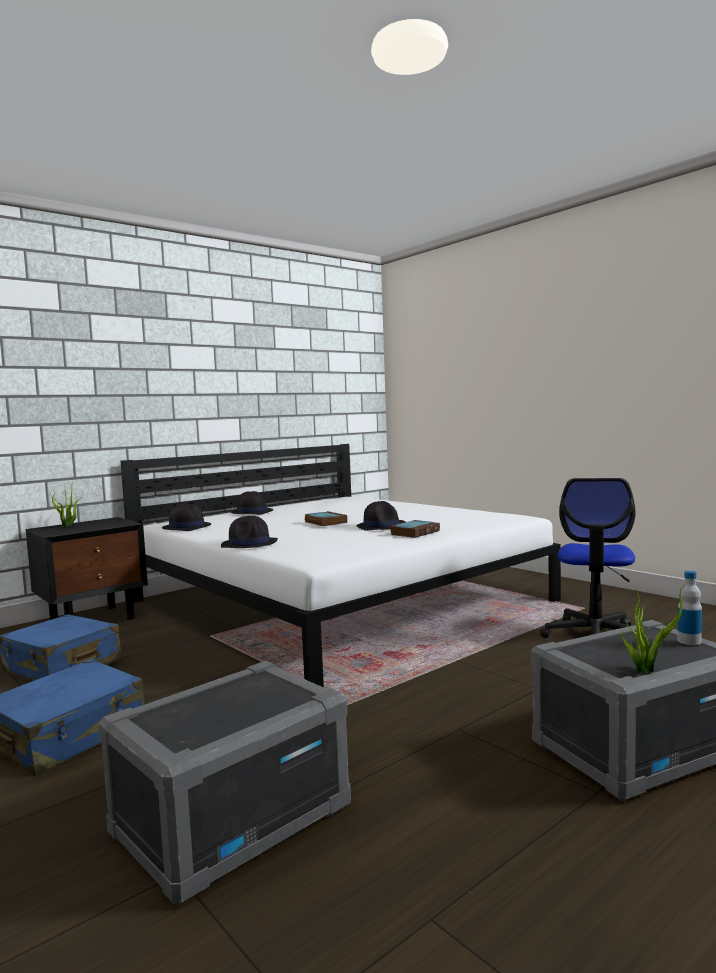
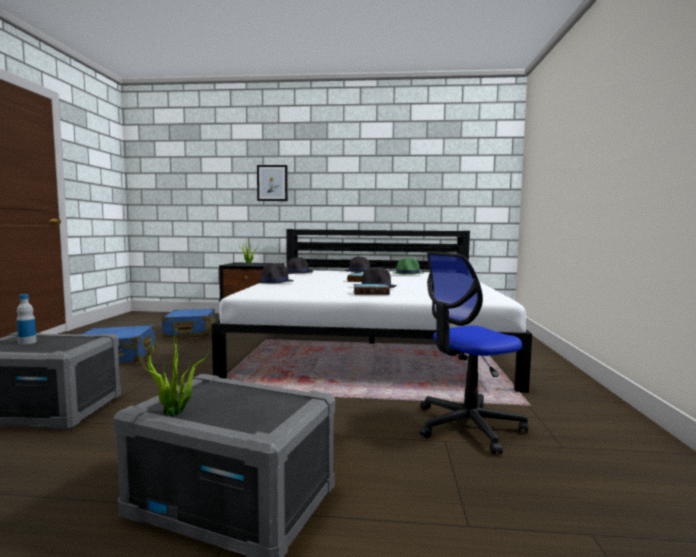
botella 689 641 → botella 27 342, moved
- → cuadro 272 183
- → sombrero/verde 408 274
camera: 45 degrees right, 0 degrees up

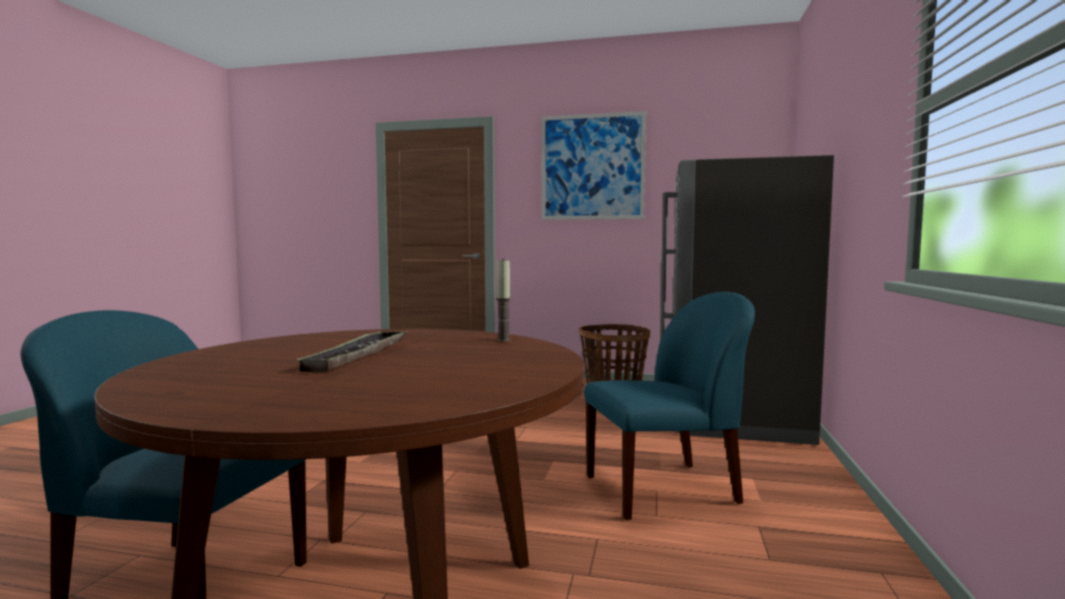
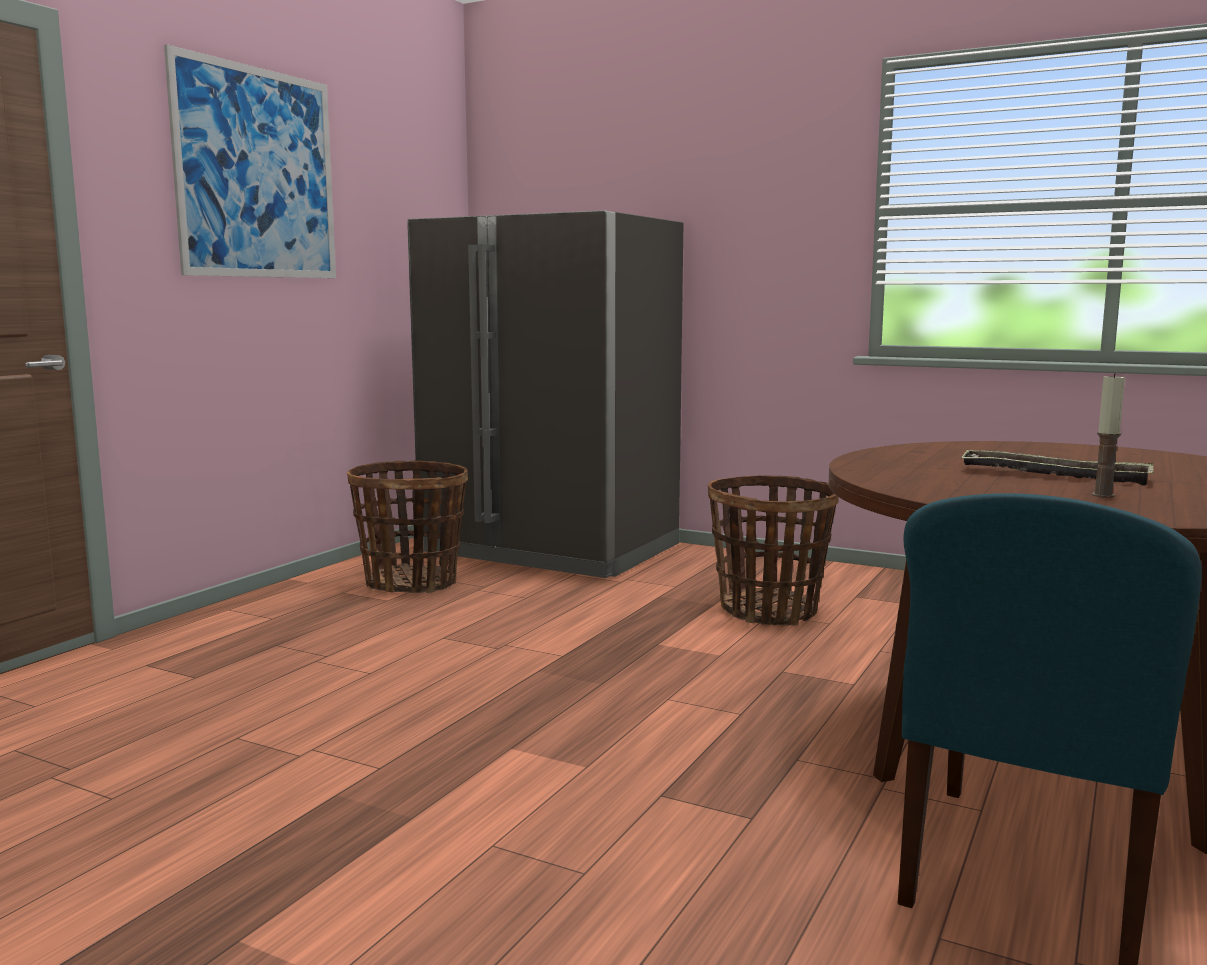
vela 503 340 → vela 1103 495, moved
silla/azul 664 489 → cesta 769 611
camera: 75 degrees left, 5 degrees up

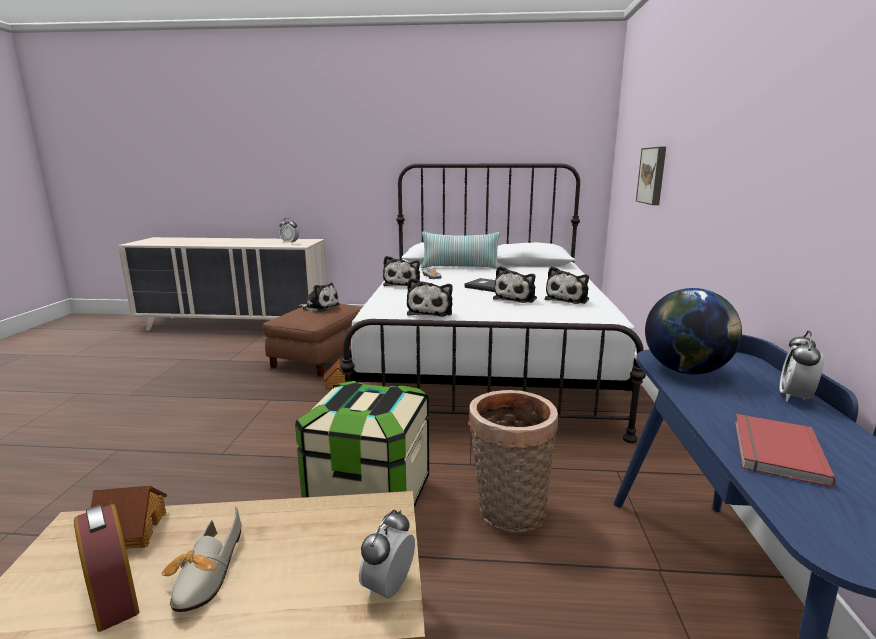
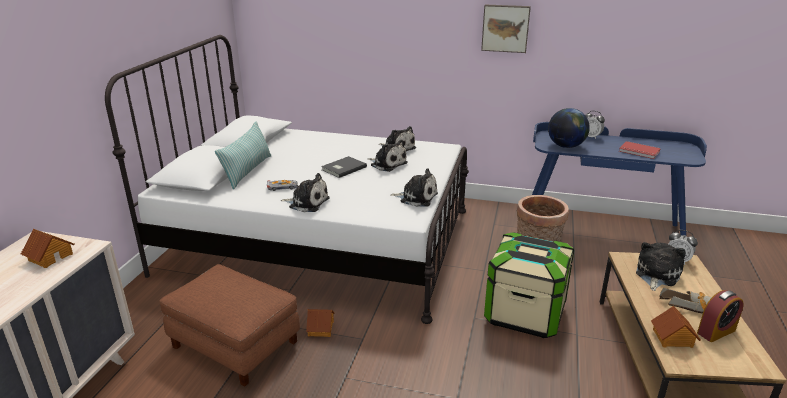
cuadro 653 175 → cuadro 505 28, moved
despertador 290 243 → casita 50 257
peluche 319 307 → peluche 656 275, moved
camera: 80 degrees left, 10 degrees up

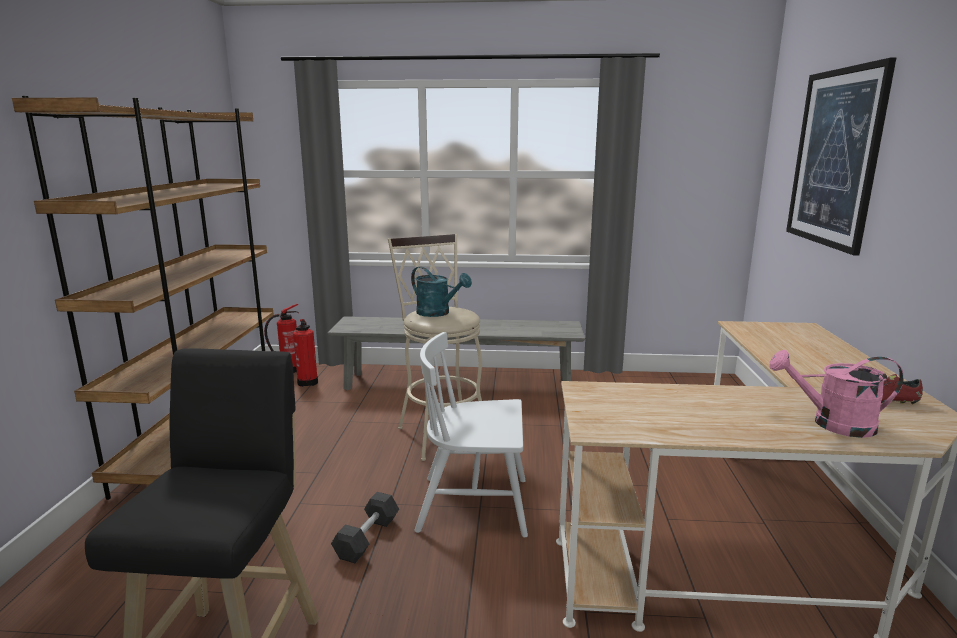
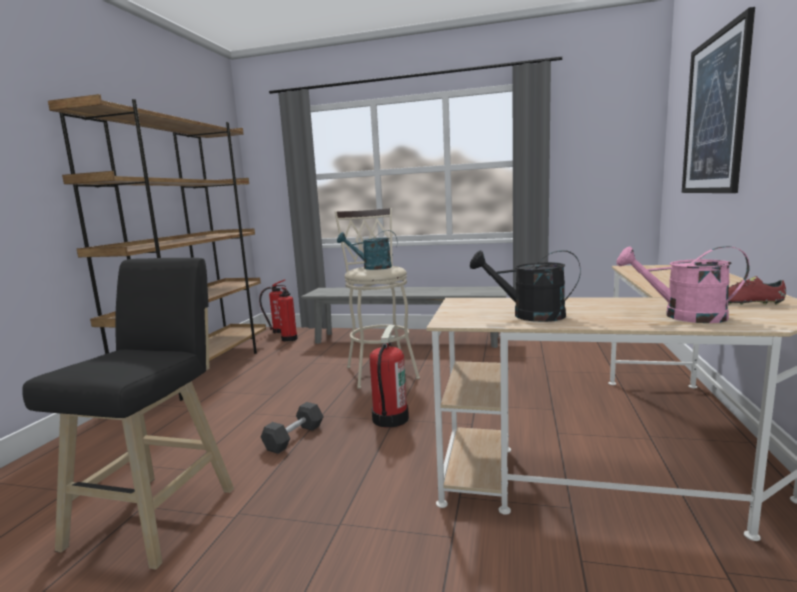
regadera/turquesa 438 313 → regadera/turquesa 372 268, 135 degrees clockwise
silla/blanco 474 505 → extintor 389 418
- → regadera/negro 528 315
camera: 10 degrees right, 5 degrees down

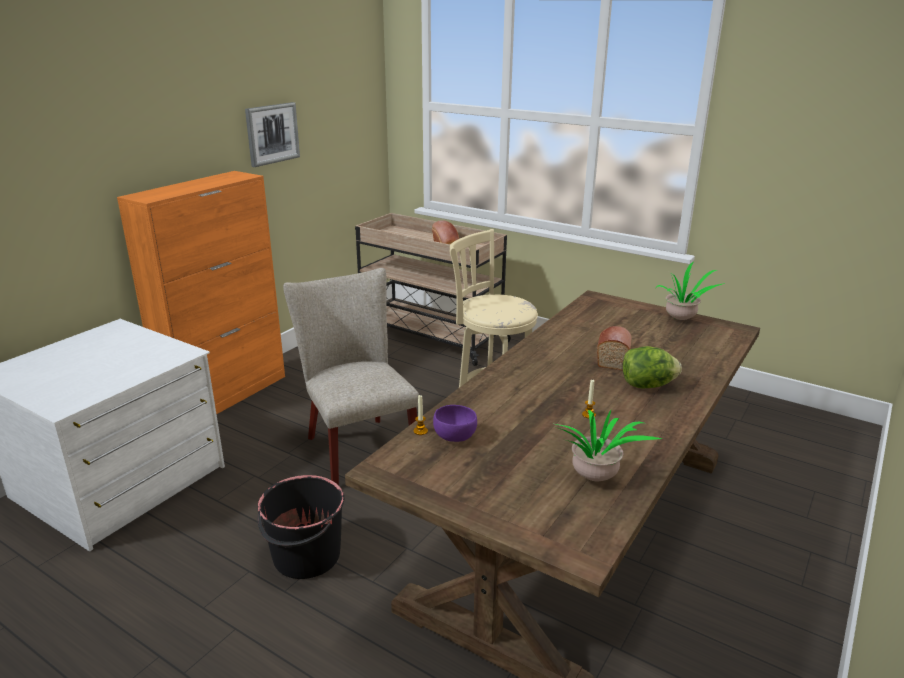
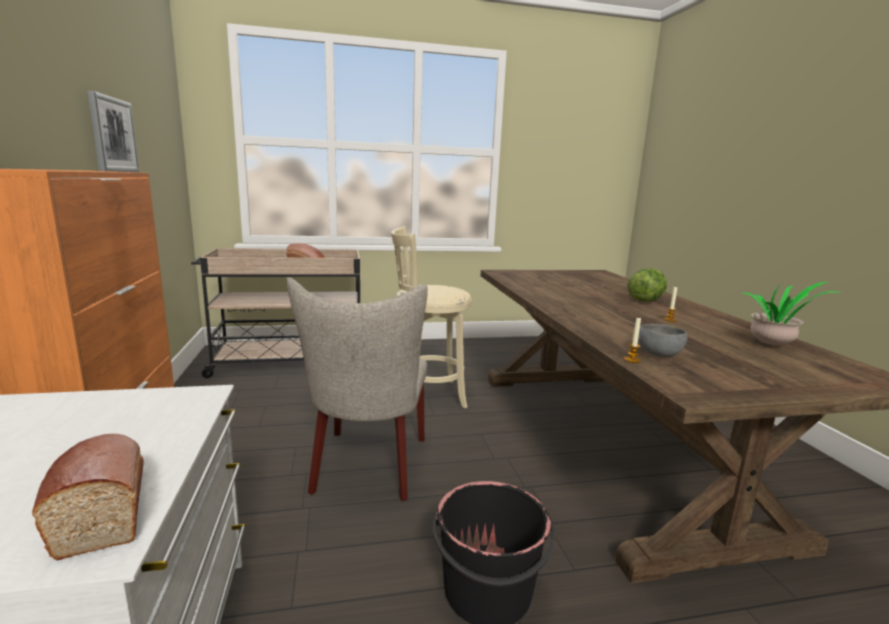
planta en maceta 681 319 → -
silla/beis 357 447 → silla/beis 368 468, 105 degrees counterclockwise
pan 613 356 → pan 103 508, moved
cuenco/morado 455 437 → cuenco/gris 658 355
camera: 45 degrees left, 10 degrees down

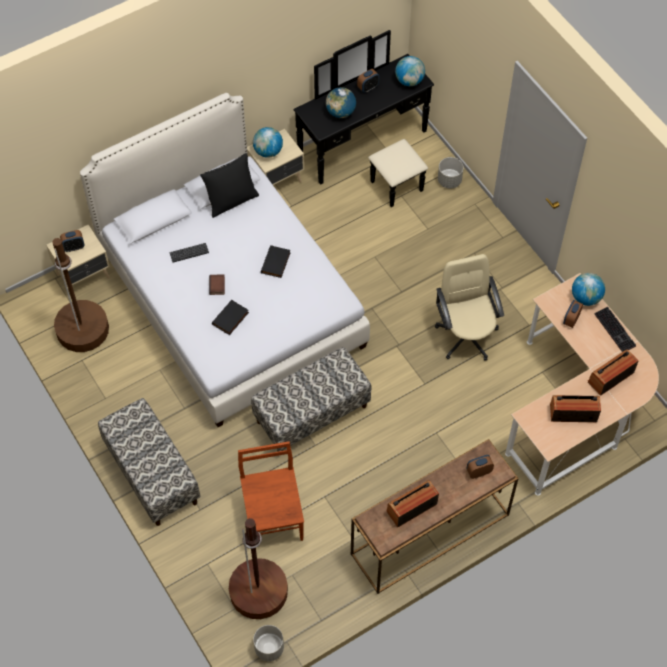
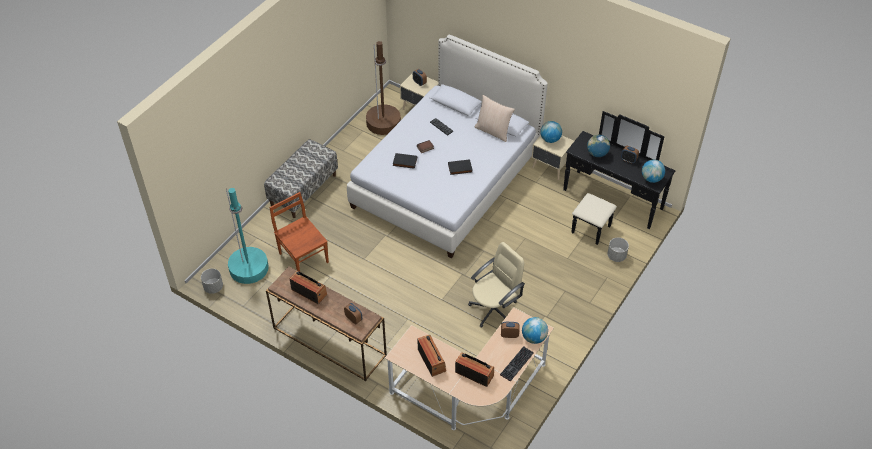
cojín/negro 231 200 → cojín/beis 493 131
banco 311 413 → -
silla/marrón 273 516 → silla/marrón 303 256, 90 degrees counterclockwise
lámpara de pie/marrón 258 591 → lámpara de pie/turquesa 249 268
camera: 65 degrees right, 10 degrees down

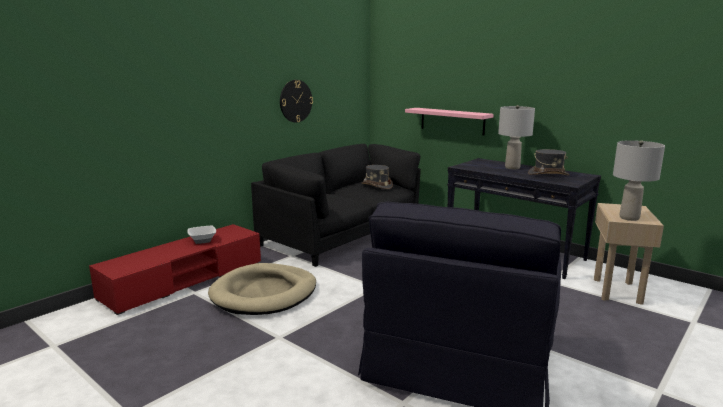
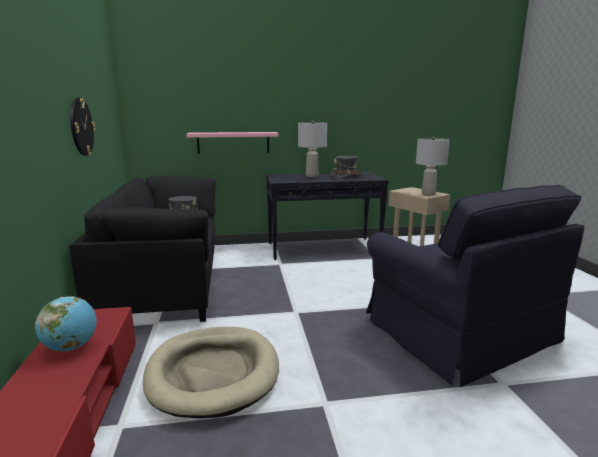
cuenco 202 241 → globo terráqueo 71 347
camera: 50 degrees left, 0 degrees up

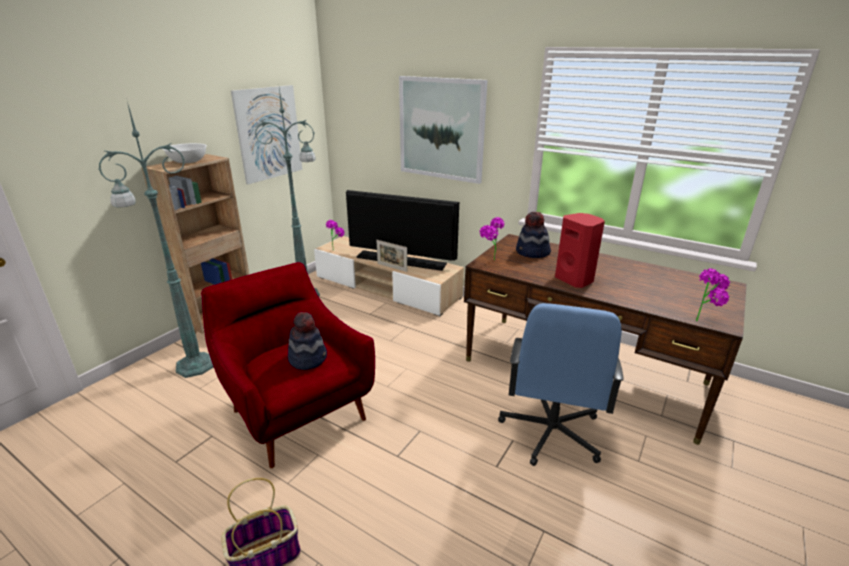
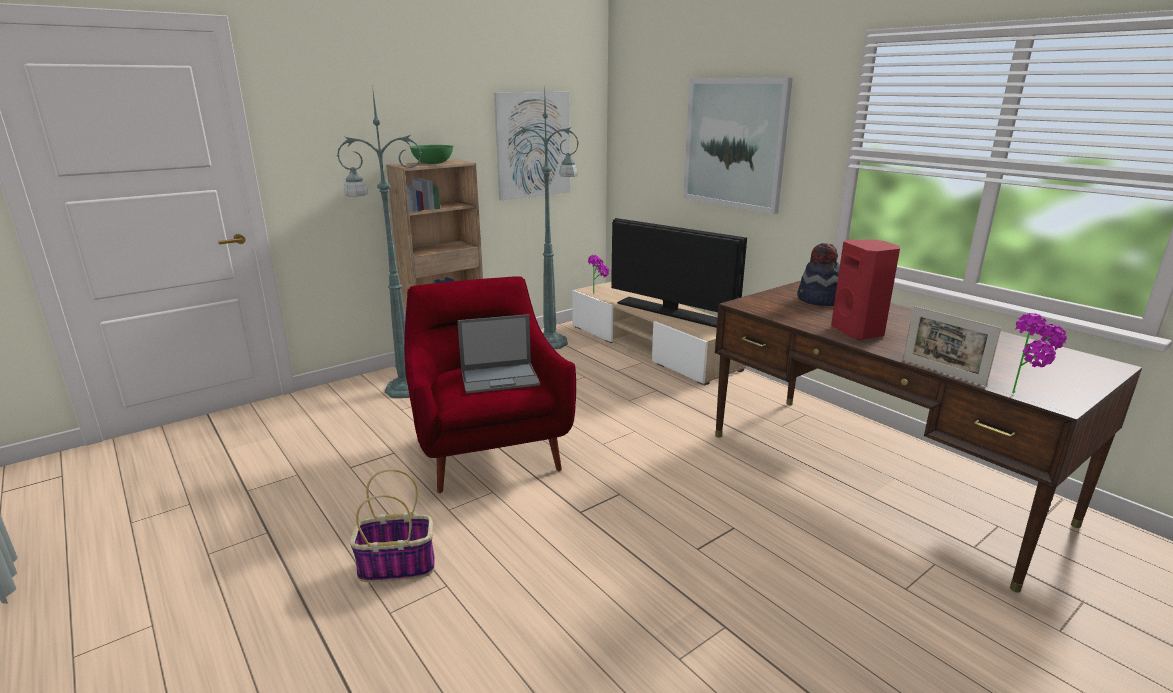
cuenco/blanco 188 162 → cuenco/verde 432 163
planta en maceta 489 260 → -
portarretratos 392 267 → portarretratos 942 372, moved
silla de oficina/azul 550 432 → -
sombrero 308 358 → portátil 500 378
camera: 20 degrees right, 5 degrees down

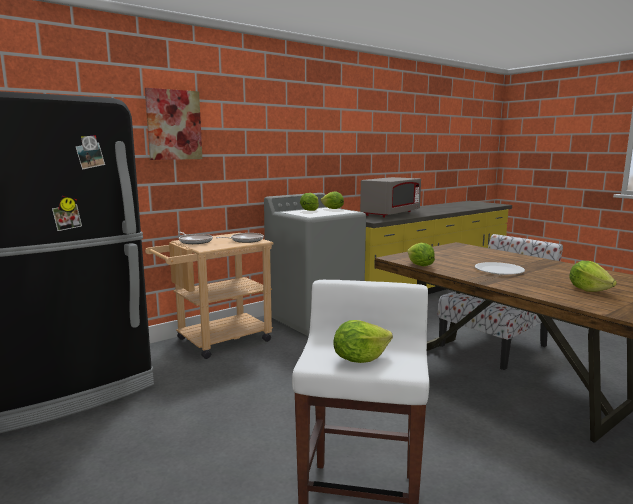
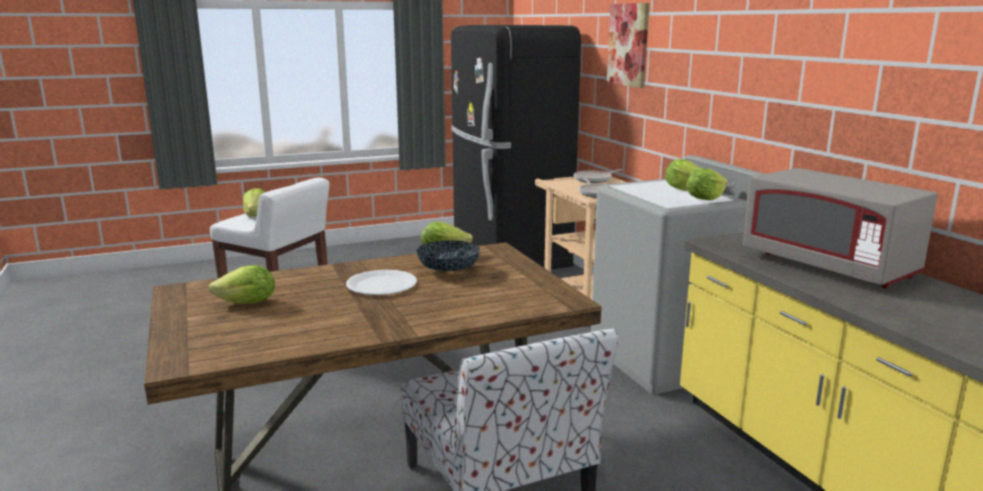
- → cuenco 448 270
camera: 105 degrees right, 5 degrees up

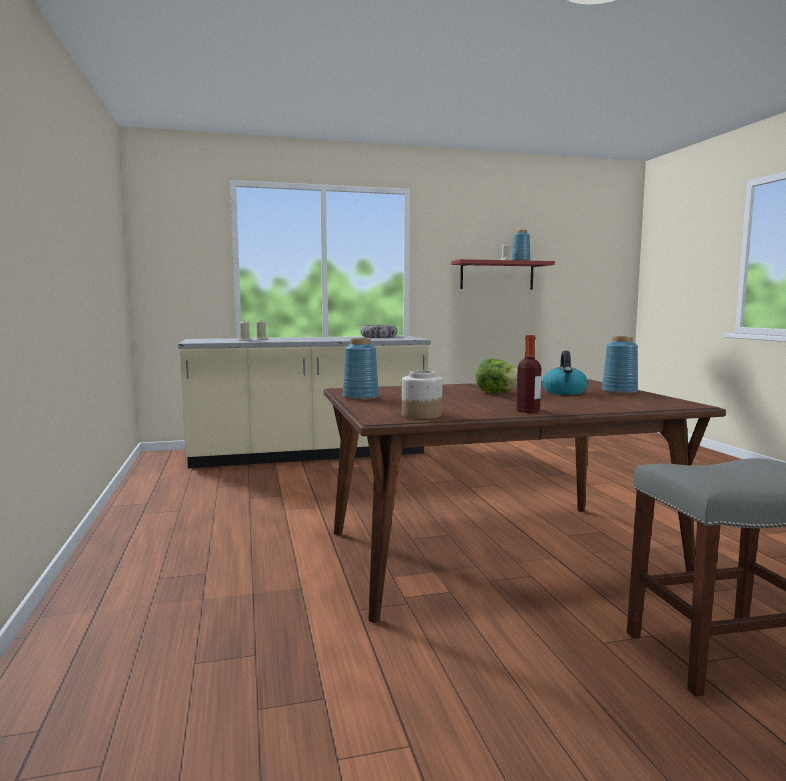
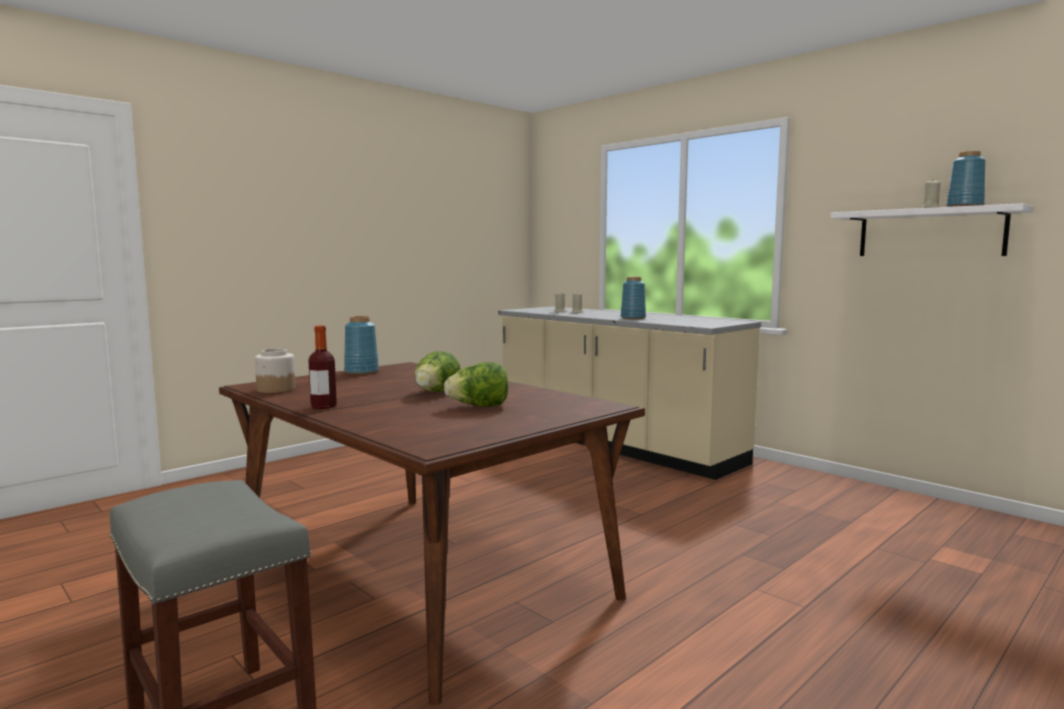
estante/rojo 497 275 → estante/blanco 930 233
cuenco 379 337 → -
florero/azul 620 392 → florero/azul 633 318, moved
hervidor 564 392 → lechuga 479 406
camera: 60 degrees right, 0 degrees up

